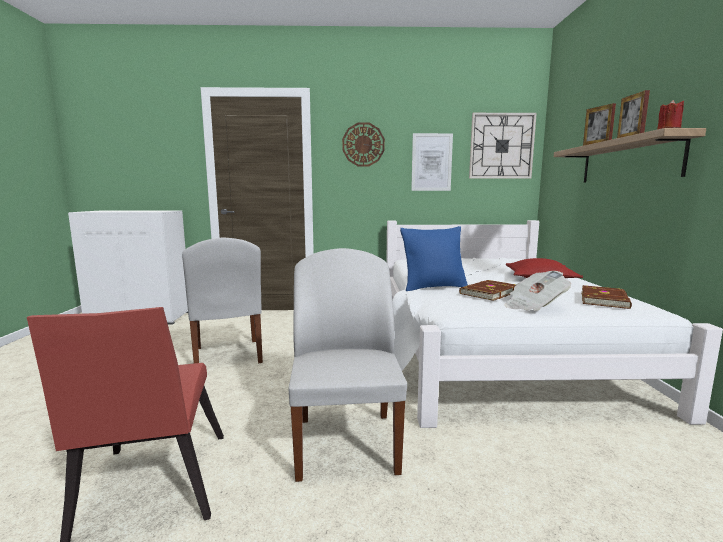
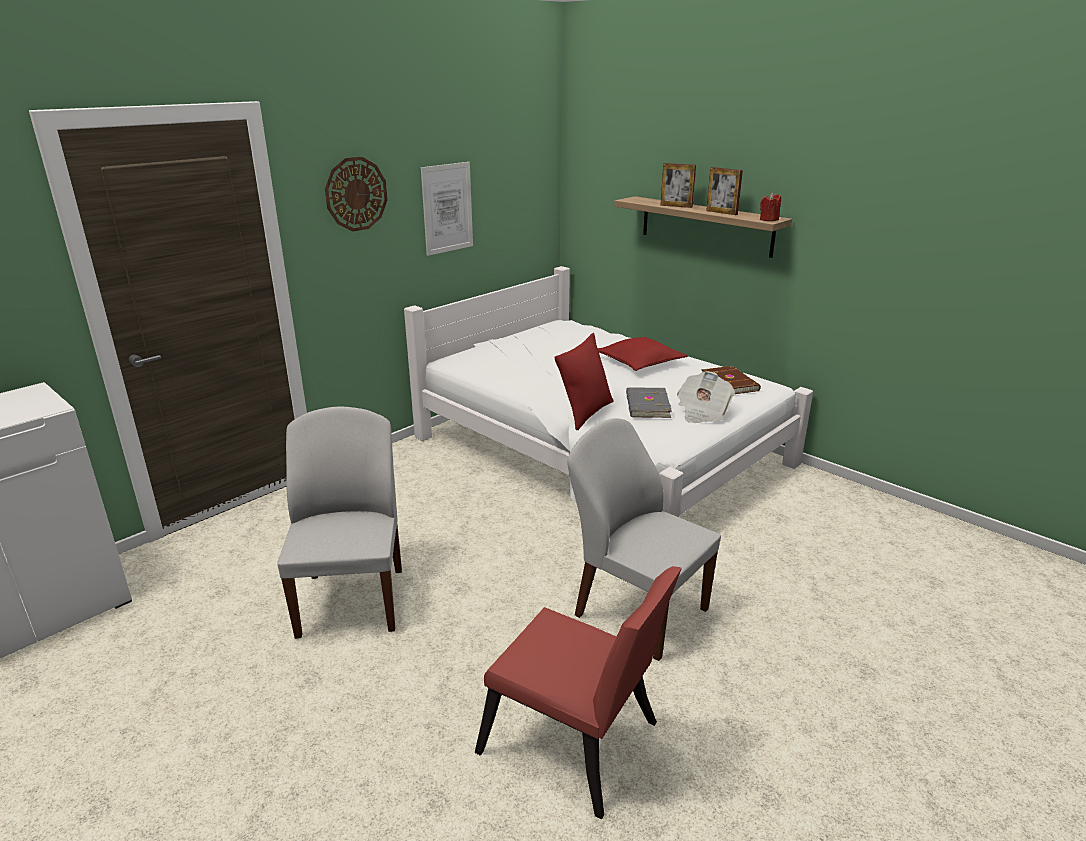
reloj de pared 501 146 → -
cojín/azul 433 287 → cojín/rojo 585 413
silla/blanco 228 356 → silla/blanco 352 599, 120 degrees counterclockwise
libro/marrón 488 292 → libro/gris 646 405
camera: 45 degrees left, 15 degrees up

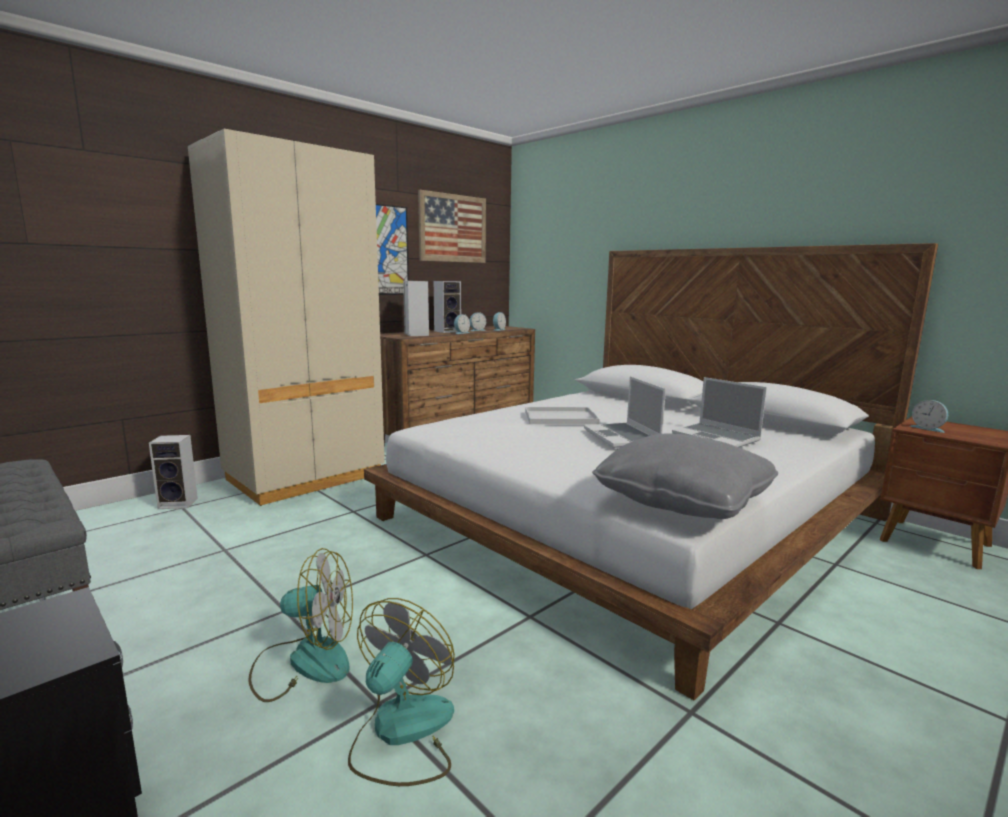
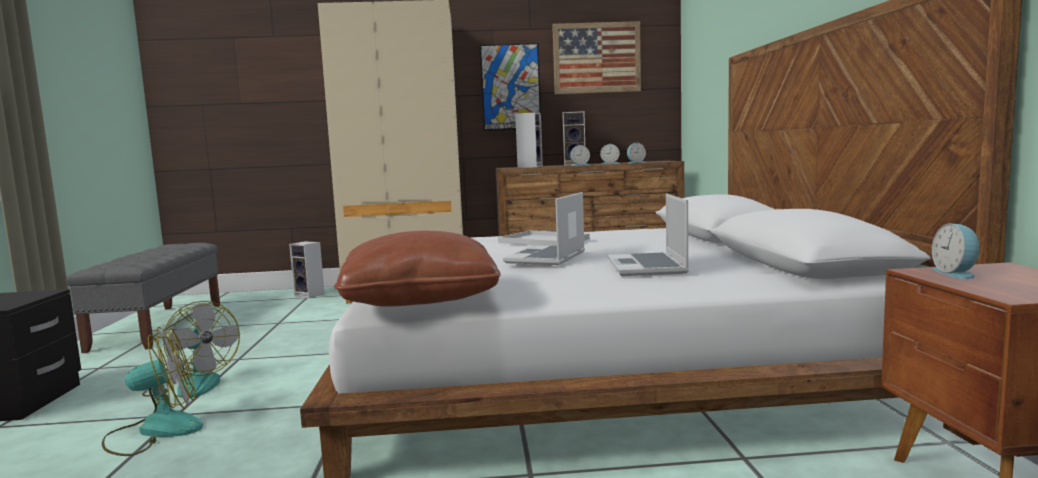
cojín/gris 683 501 → cojín/marrón 420 299
camera: 40 degrees right, 5 degrees down

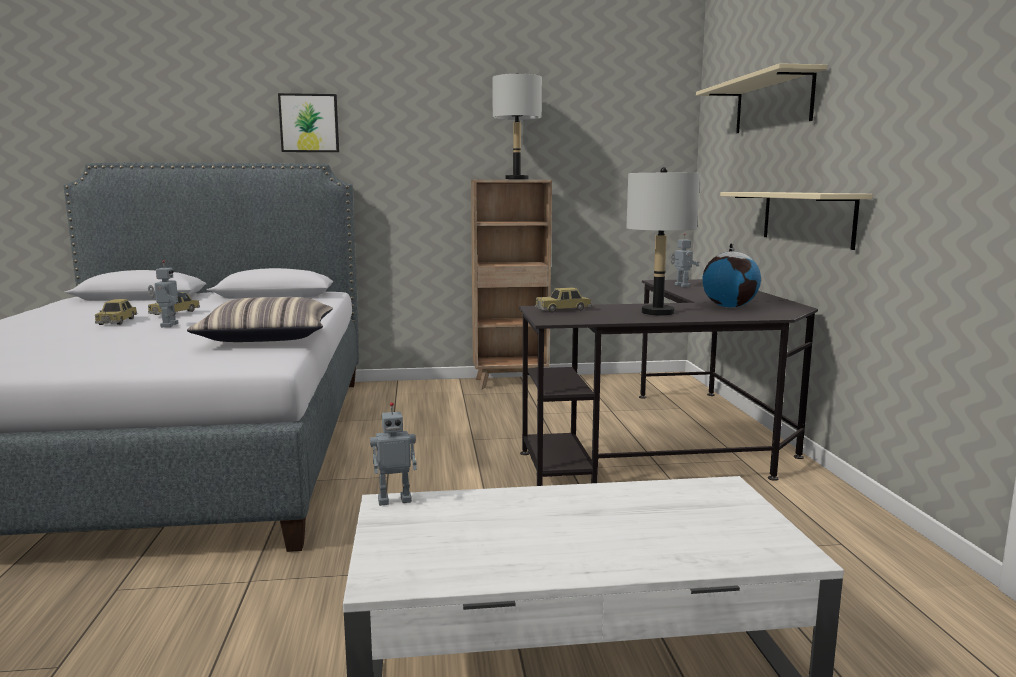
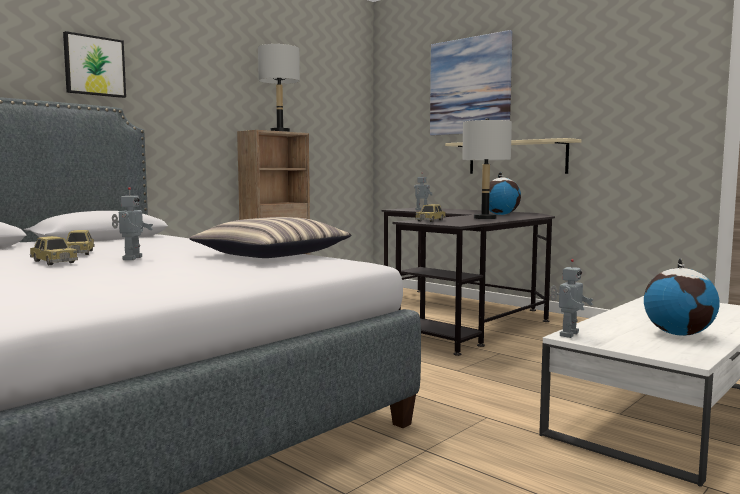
estante/beis 772 104 → cuadro 470 86
robot de juguete 168 325 → robot de juguete 131 258, 45 degrees clockwise
- → globo terráqueo 678 334
camera: 40 degrees left, 5 degrees down

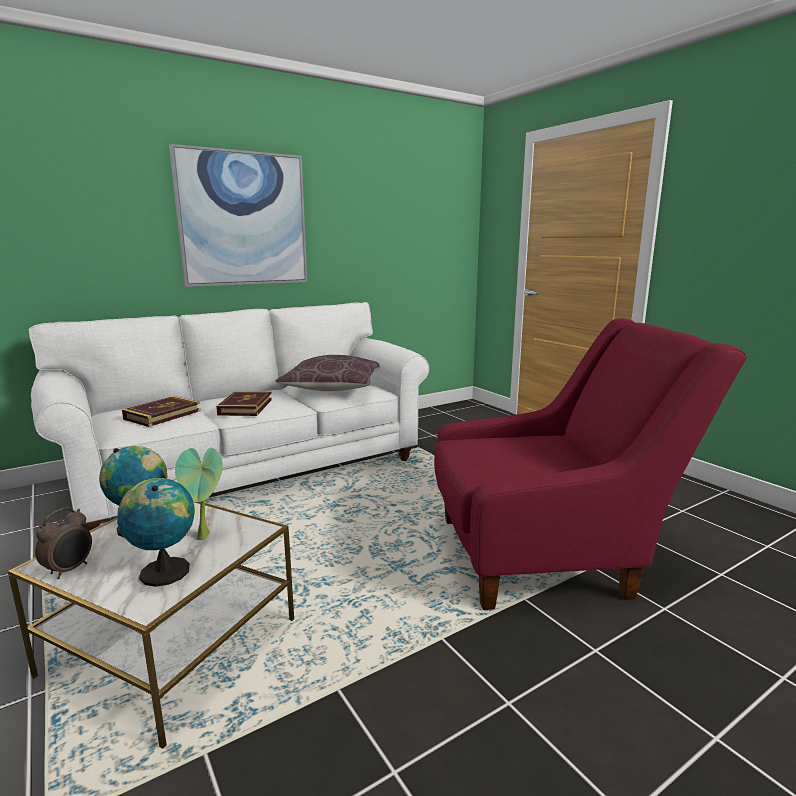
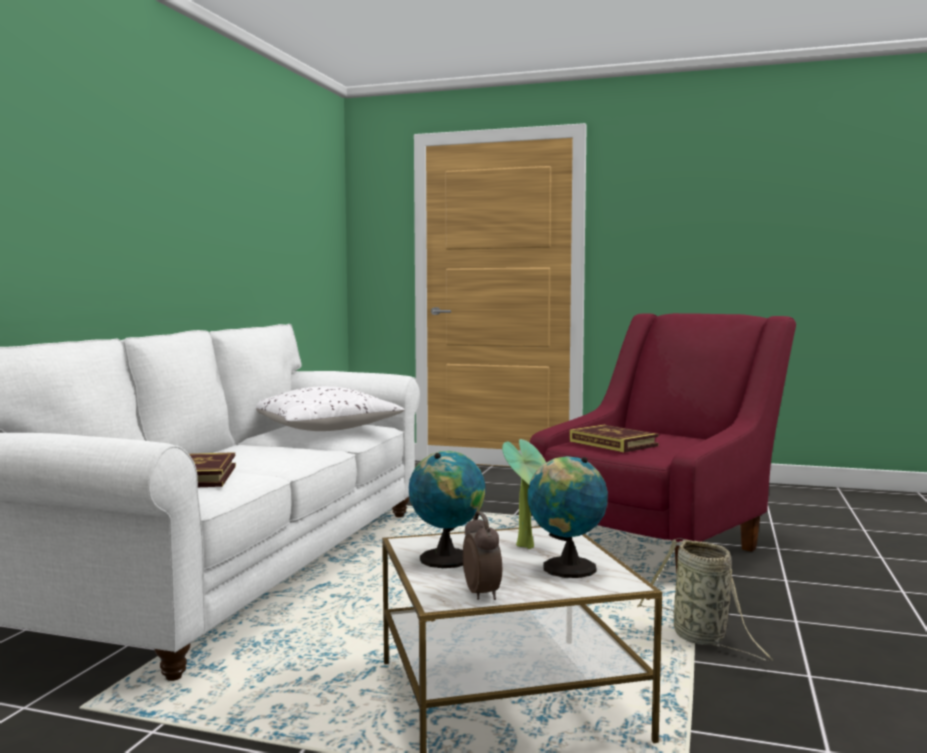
cuadro 243 219 → -
cojín/marrón 333 388 → cojín/blanco 325 429
libro 245 407 → libro 613 443, moved
- → cesta 703 639
camera: 40 degrees left, 10 degrees down

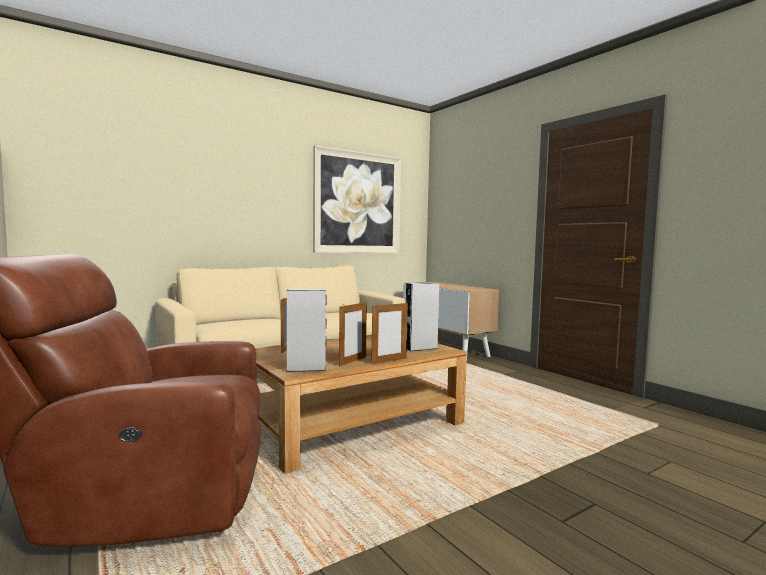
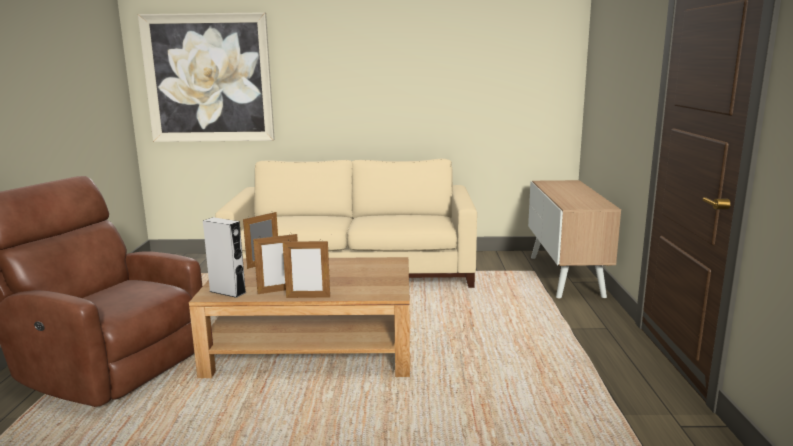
cuadro 357 203 → cuadro 209 78, moved
altavoz/gris 421 348 → -
camera: 35 degrees right, 10 degrees up

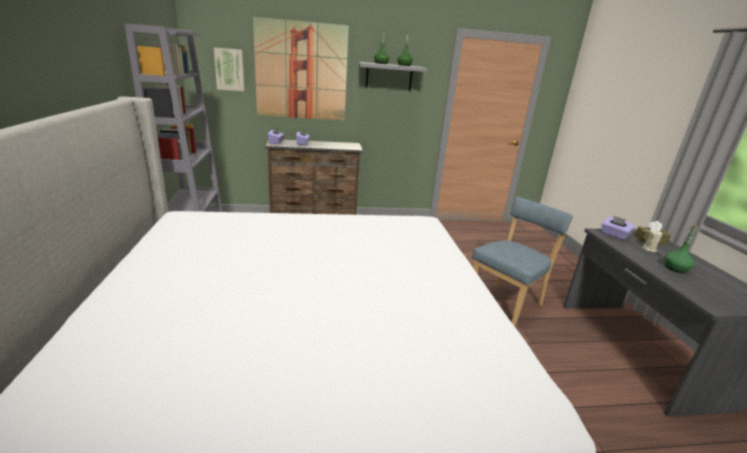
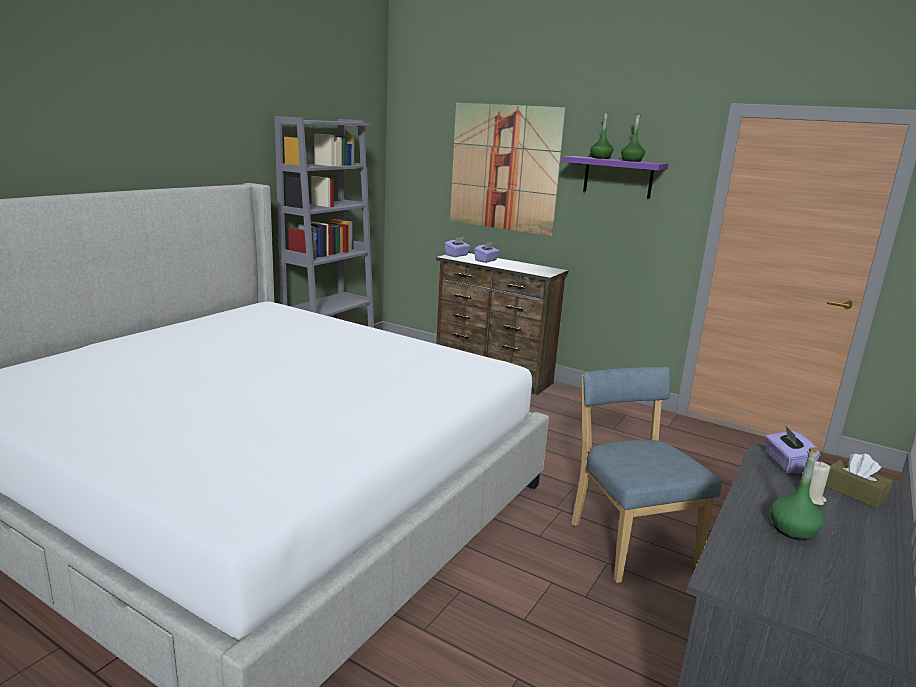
cuadro 229 69 → -
estante/gris 389 76 → estante/morado 618 177
silla/azul 506 302 → silla/azul 629 541, 105 degrees counterclockwise
camera: 40 degrees right, 5 degrees down

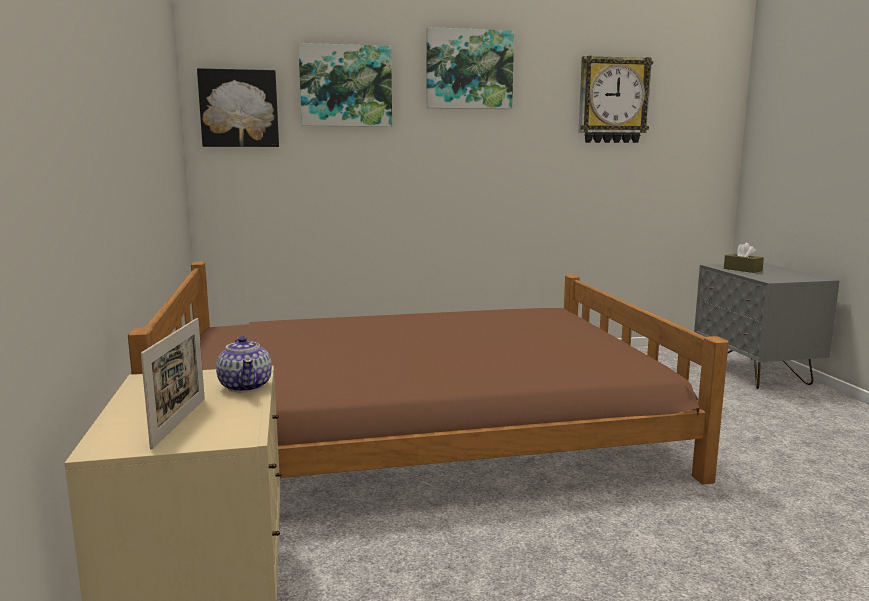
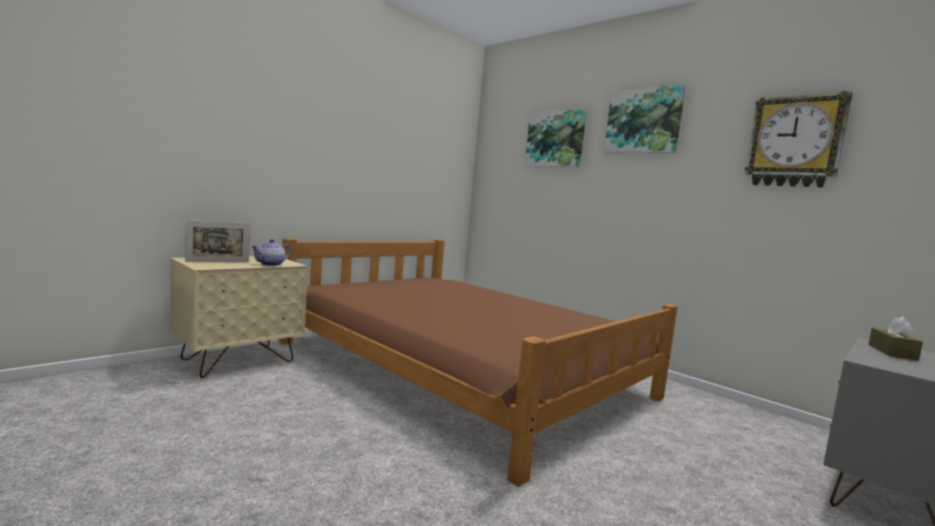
cuadro 239 108 → -
camera: 55 degrees right, 5 degrees down

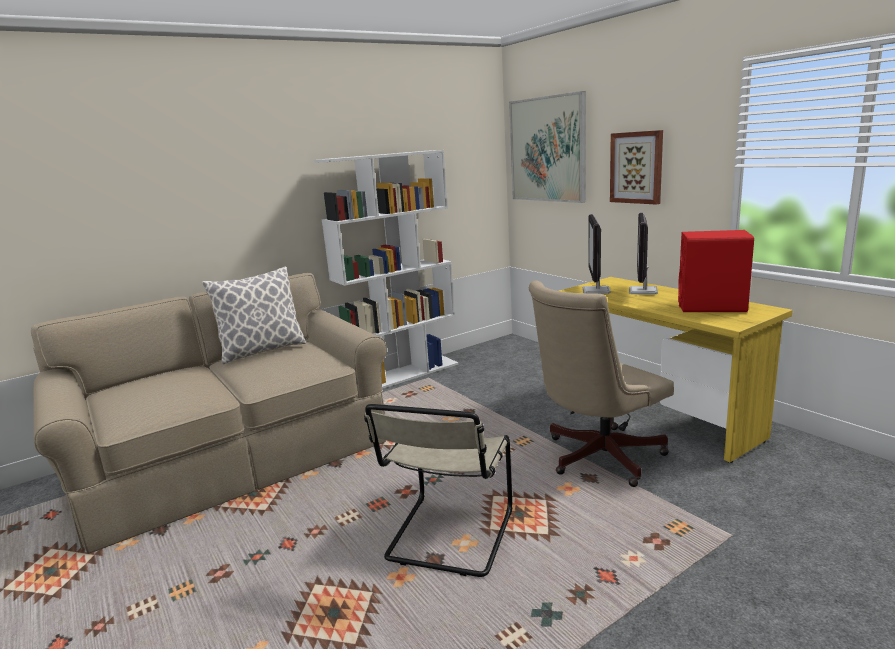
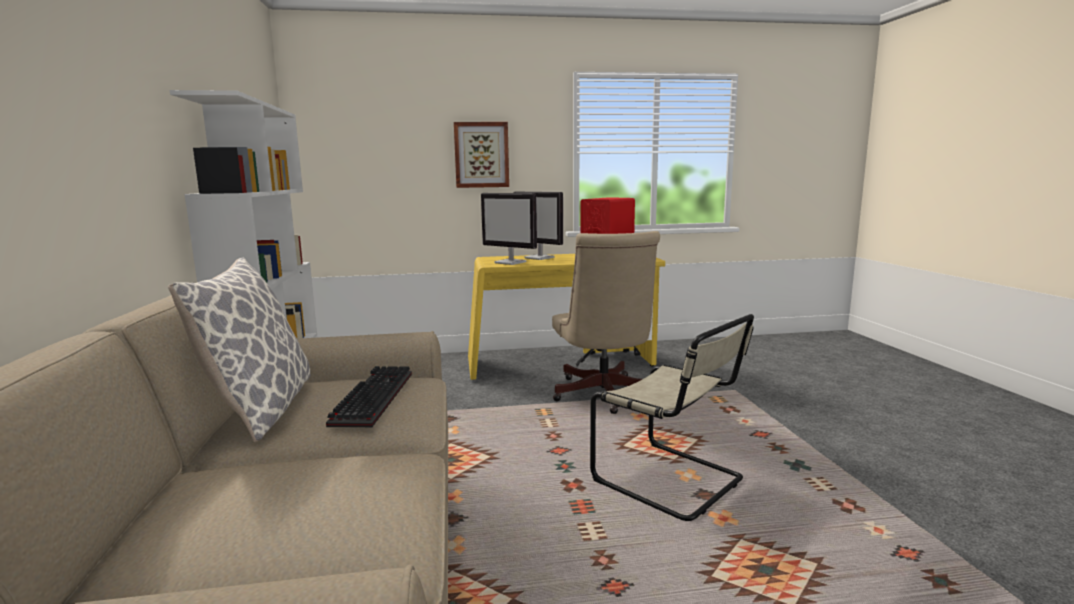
cuadro 547 149 → -
- → teclado 372 397
camera: 65 degrees left, 5 degrees down

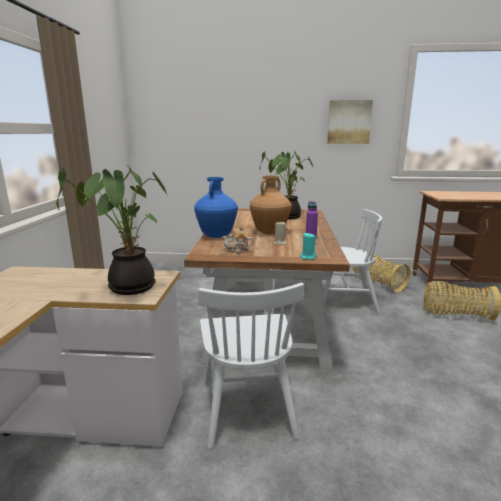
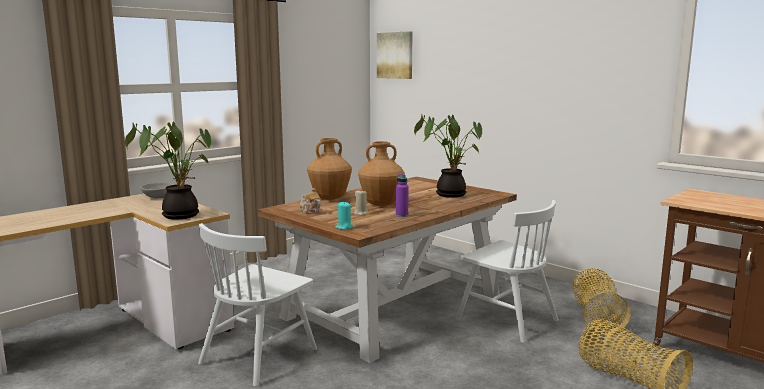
cuadro 349 122 → cuadro 395 55, moved
florero/azul 216 236 → florero/marrón 330 198
- → cuenco/gris 159 197
camera: 40 degrees right, 5 degrees down

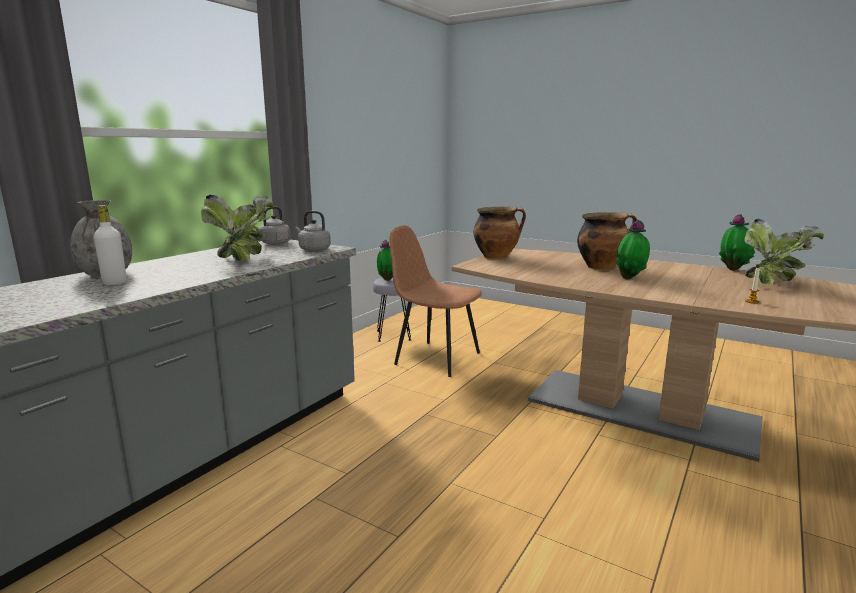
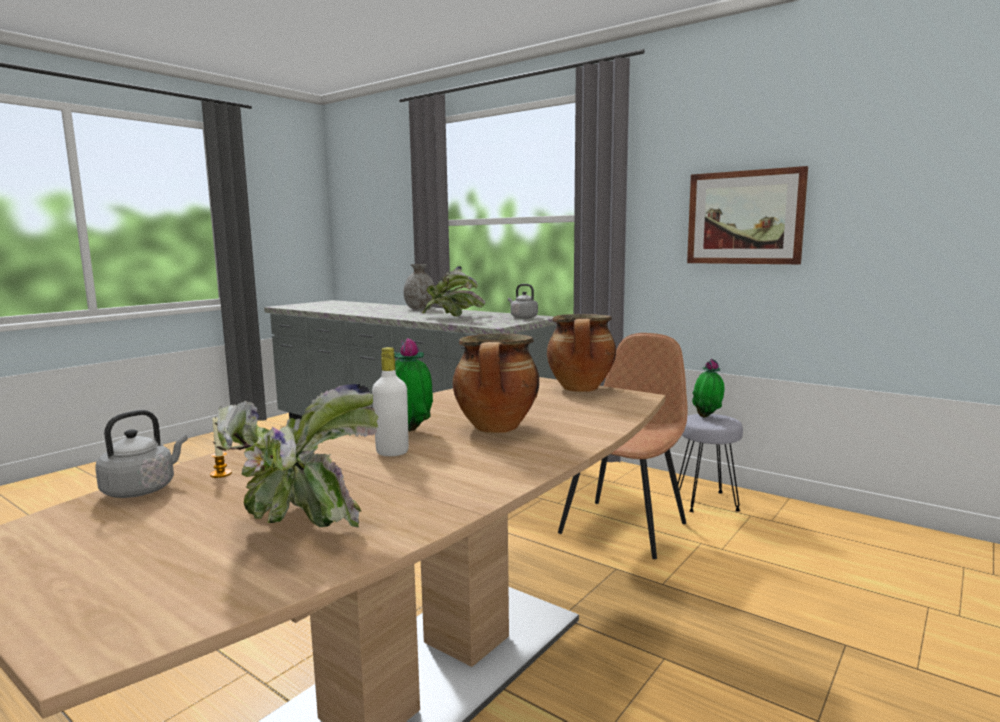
botella/blanco 114 282 → botella/blanco 392 452, moved
hervidor/gris 313 249 → hervidor/gris 142 489, moved
planta en maceta 733 269 → -
- → cuadro 744 217
camera: 95 degrees right, 5 degrees down

